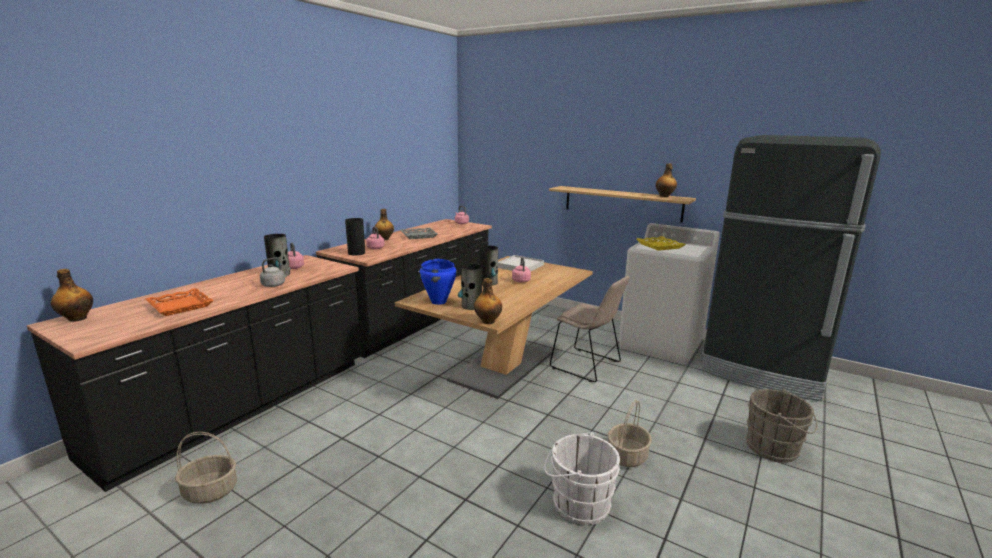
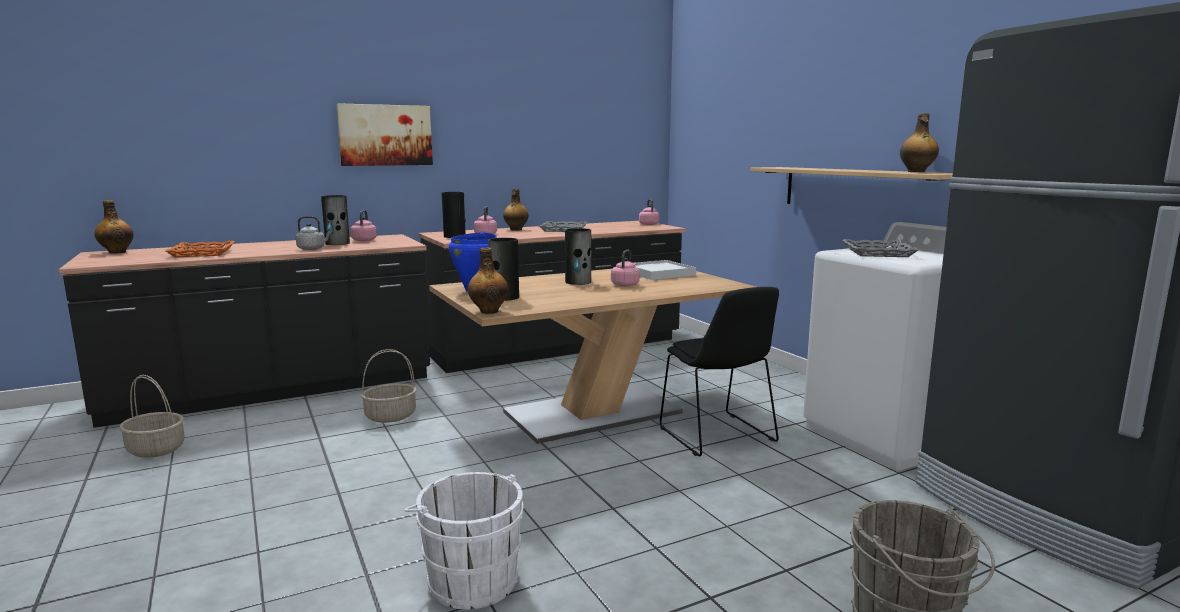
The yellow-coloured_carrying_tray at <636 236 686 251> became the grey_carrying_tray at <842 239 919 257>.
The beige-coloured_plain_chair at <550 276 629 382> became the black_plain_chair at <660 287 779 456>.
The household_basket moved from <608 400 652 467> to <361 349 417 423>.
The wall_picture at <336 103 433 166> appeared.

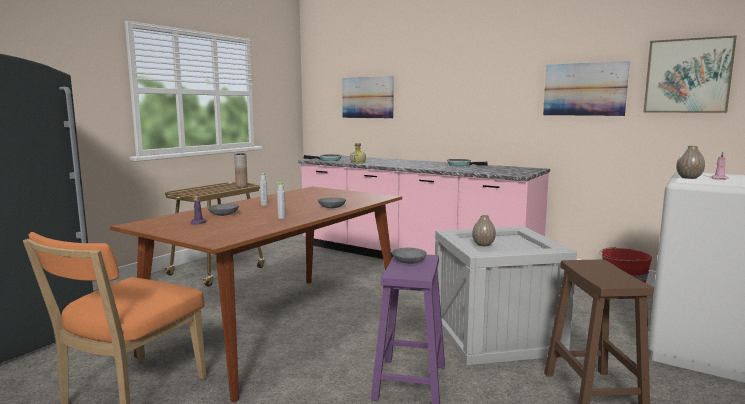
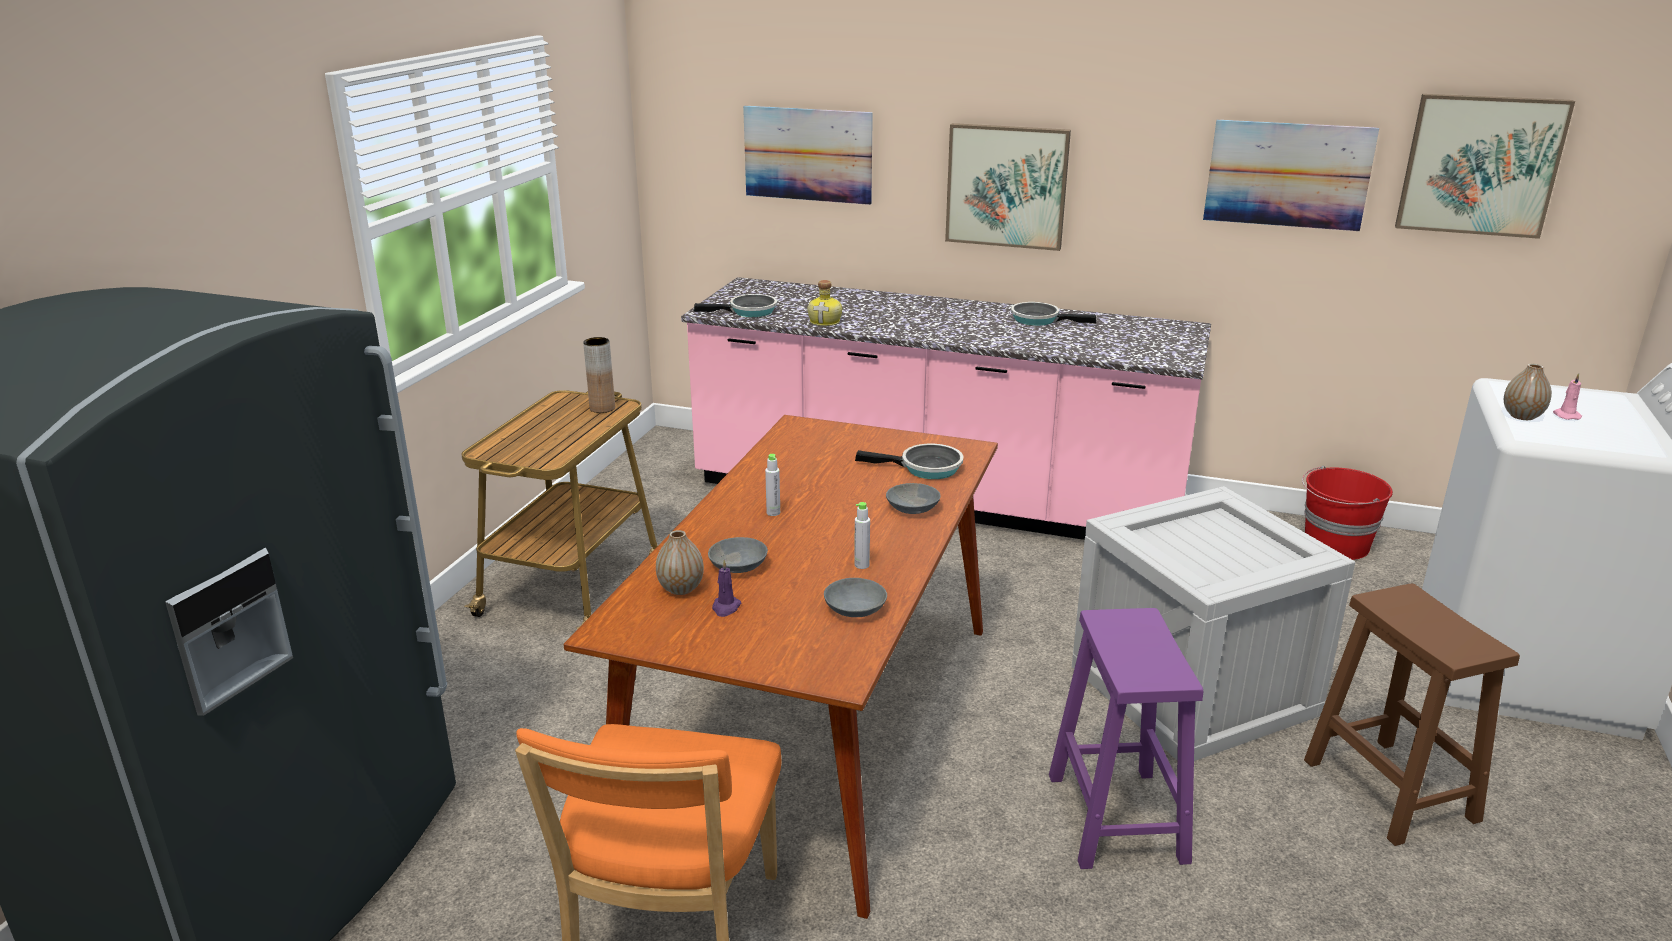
The vase moved from <472 215 496 246> to <656 530 704 595>.
The grey_serving_bowl moved from <392 247 427 264> to <824 578 887 617>.
The wall_picture at <945 123 1071 251> appeared.
The pan at <855 444 963 479> appeared.

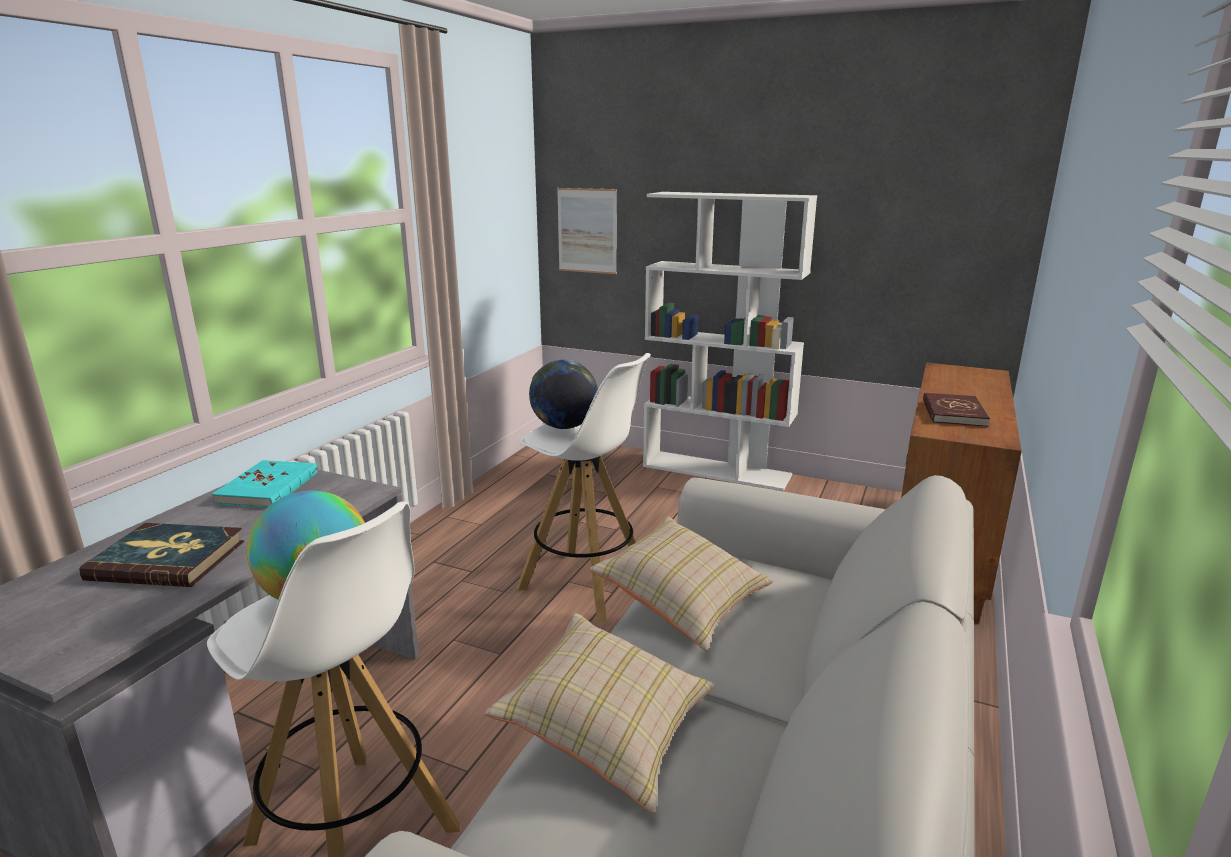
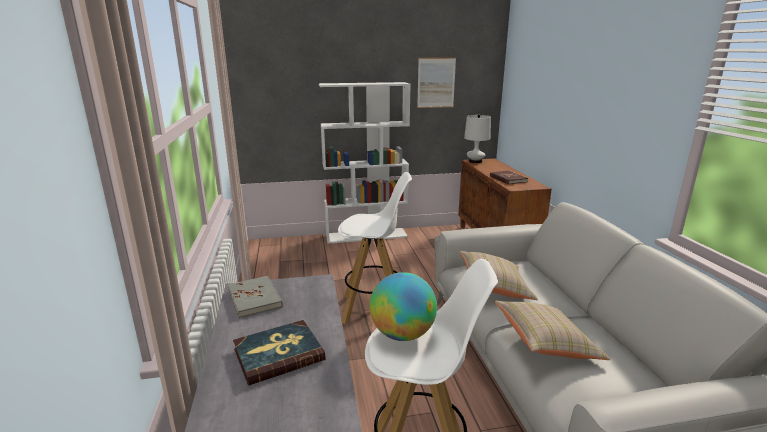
The wall_picture moved from <557 188 617 274> to <417 58 456 108>.
The world_globe at <529 360 598 429> disappeared.
The turquoise-coloured_bound_book at <212 460 318 508> became the grey_bound_book at <228 276 283 318>.
The white-coloured_lamp_for_a_table at <464 114 491 163> appeared.

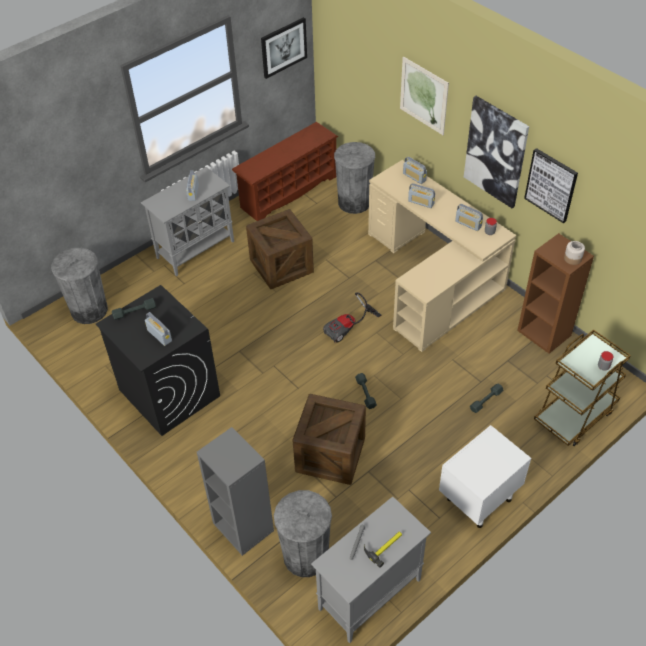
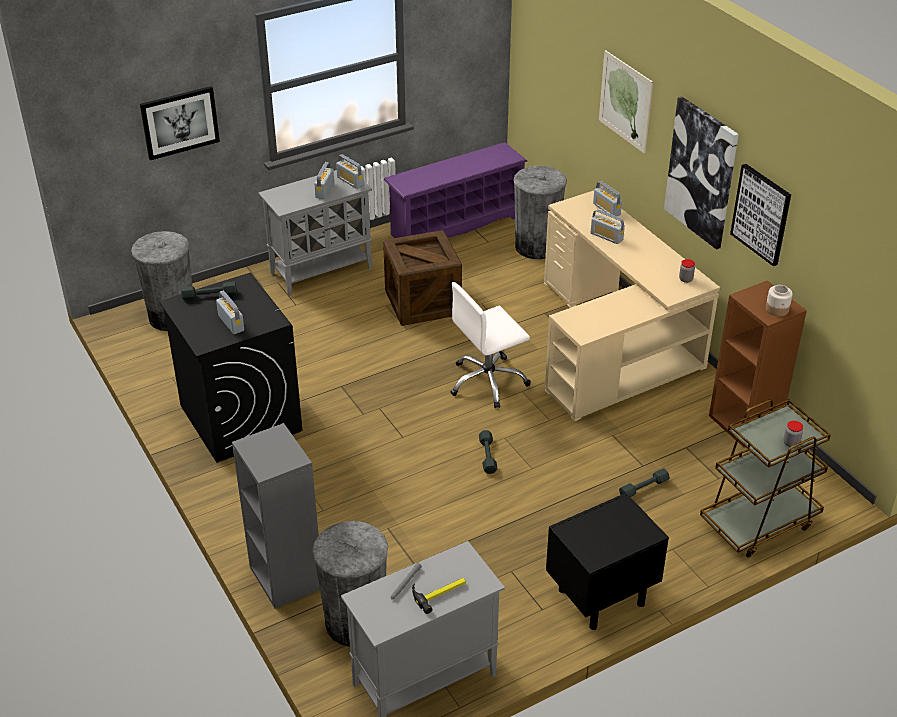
The wall_picture moved from <261 17 307 79> to <140 86 220 160>.
The brown-coloured_shoe_rack at <232 122 338 221> became the purplish_shoe_rack at <384 142 527 238>.
The radio moved from <455 204 483 231> to <336 154 364 189>.
The vacuum at <323 293 382 343> was replaced by the white-coloured_office_chair at <450 282 531 408>.
The shipping_crate at <292 394 366 485> disappeared.
The white-coloured_night_table at <439 425 531 528> became the black_night_table at <546 493 669 630>.

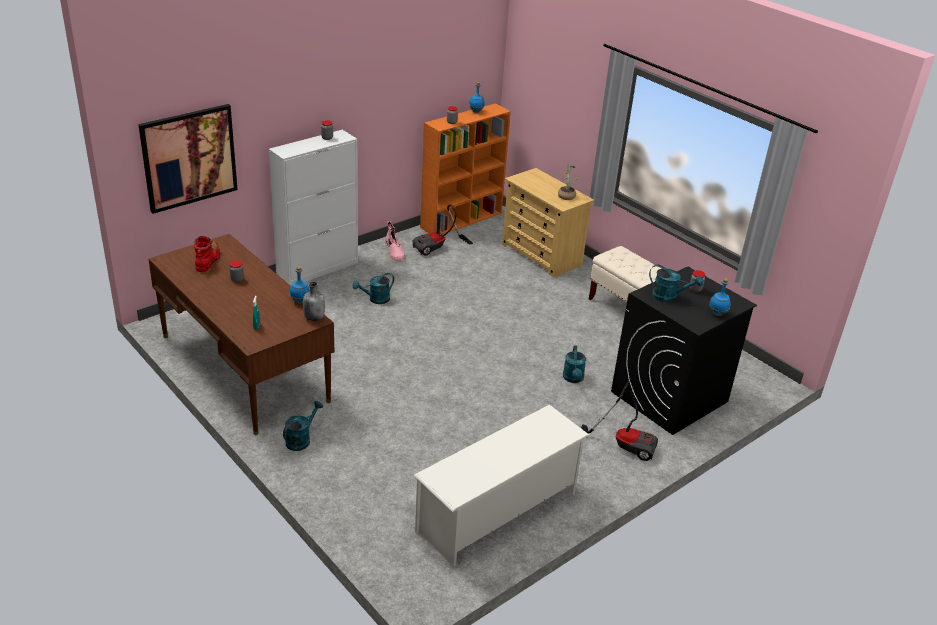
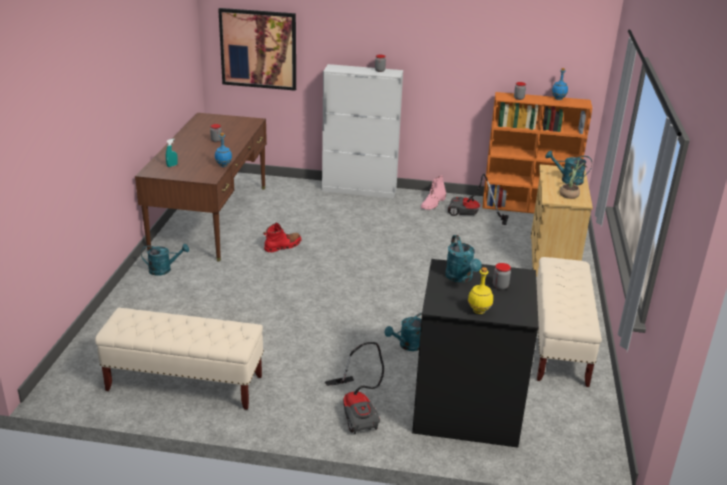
The red_high-top_boot moved from <194 236 220 272> to <263 223 301 253>.
The turquoise-coloured_watering_can moved from <353 273 394 304> to <545 150 592 185>.
The blue_bottle at <709 278 731 316> became the yellow-coloured_bottle at <468 267 493 314>.
The grey_bottle at <303 282 325 321> disappeared.
The white-coloured_shoe_rack at <414 405 590 567> was replaced by the beige-coloured_bench at <95 308 264 410>.

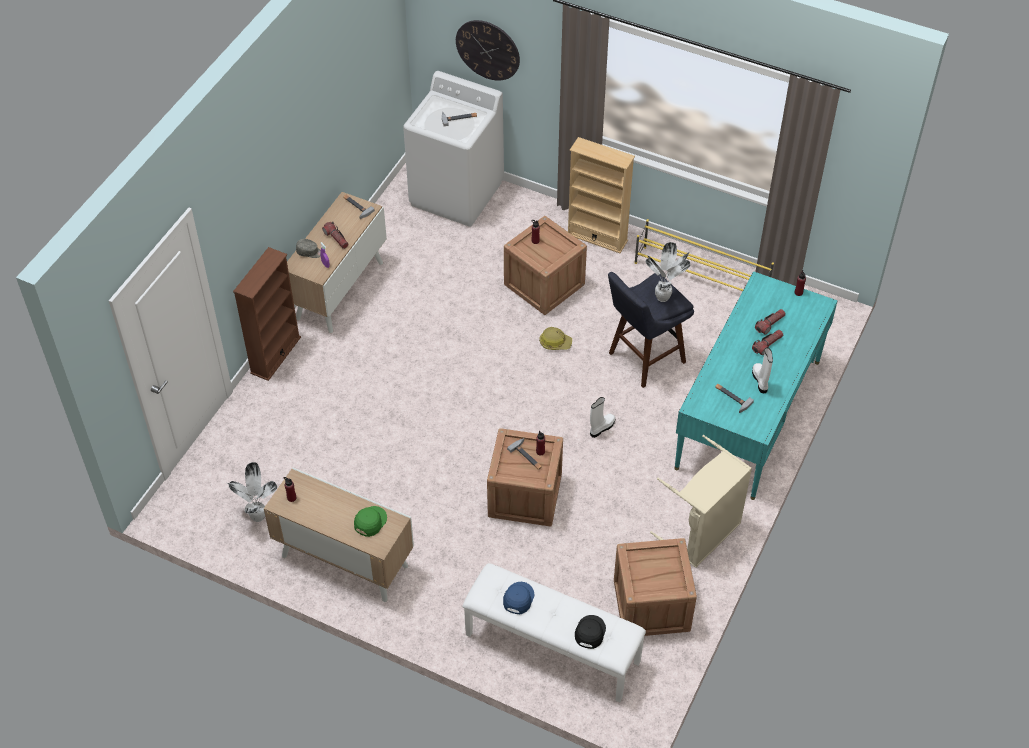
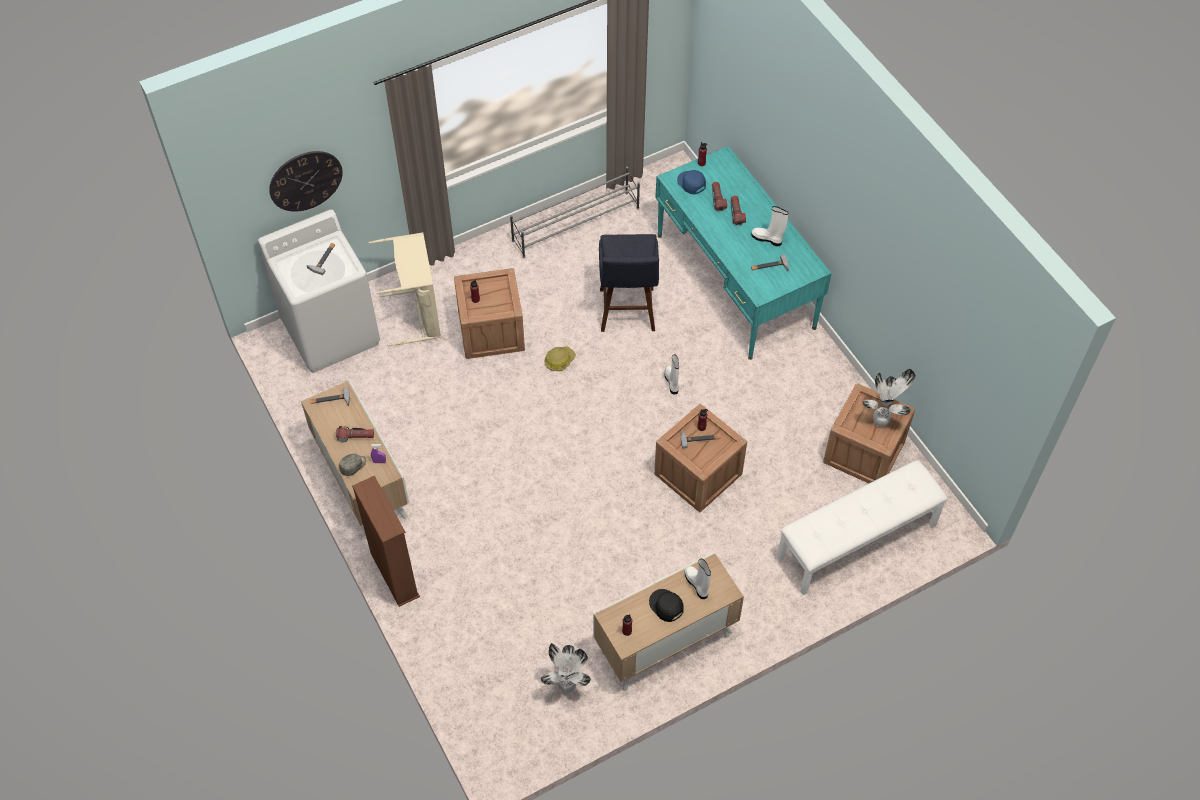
The beige-coloured_bookcase at <568 137 635 253> disappeared.
The yellow-coloured_shoe_rack at <634 219 774 291> became the grey_shoe_rack at <510 166 640 258>.
The houseplant moved from <645 242 691 302> to <862 369 916 427>.
The beige-coloured_hamper moved from <650 435 752 568> to <368 233 441 346>.
The greenish_baseball_cap at <354 506 387 537> was replaced by the white-coloured_high-top_boot at <685 558 711 599>.
The blue_baseball_cap moved from <503 582 534 614> to <677 170 706 194>.
The black_baseball_cap moved from <575 615 606 649> to <649 589 684 622>.

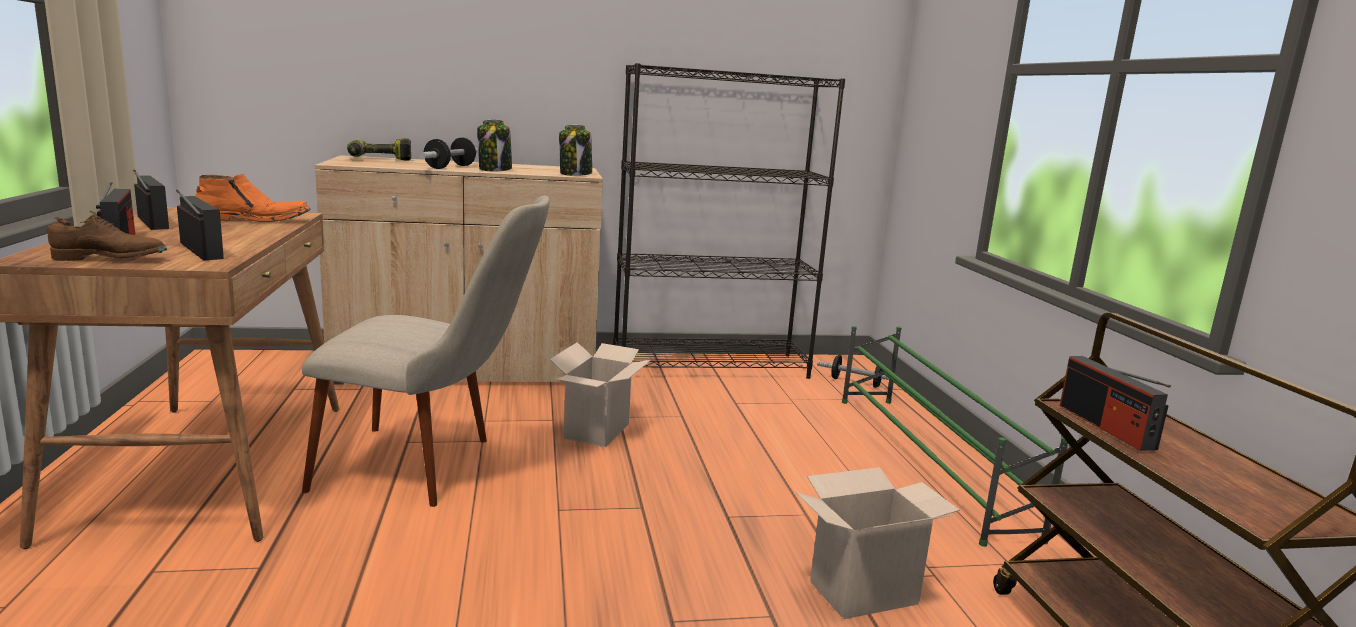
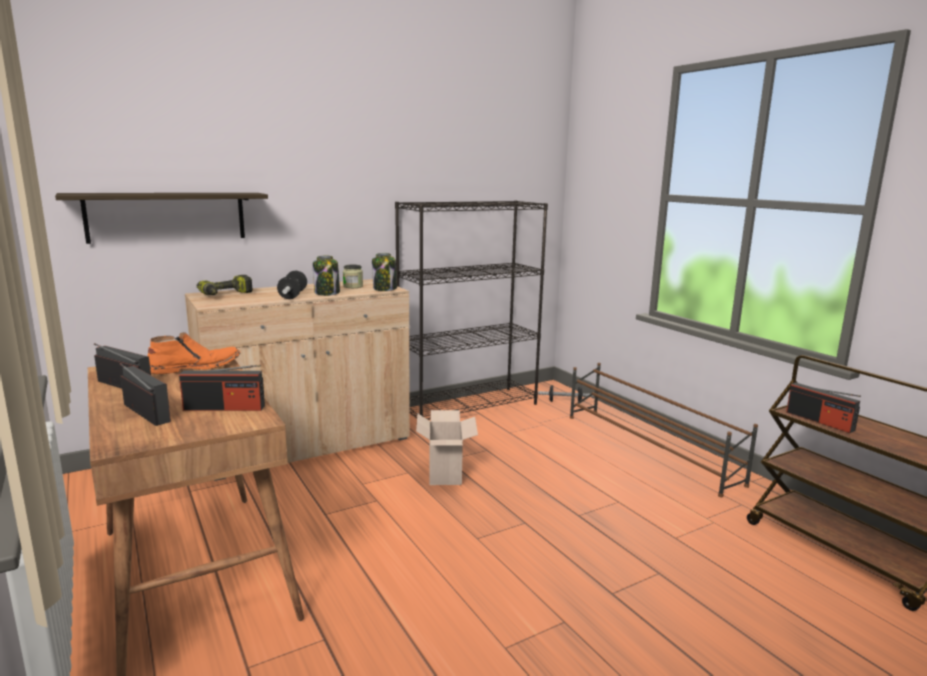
The radio at <176 189 224 261> turned 150 degrees clockwise.
The beige-coloured_plain_chair at <302 196 550 507> disappeared.
The brown-coloured_shoe at <47 211 167 261> disappeared.
The greenish_shoe_rack at <842 326 1068 547> became the brown-coloured_shoe_rack at <570 363 758 498>.
The carton at <795 467 960 619> disappeared.
The shelf at <55 193 268 244> appeared.
The preserve_jar at <343 265 363 288> appeared.

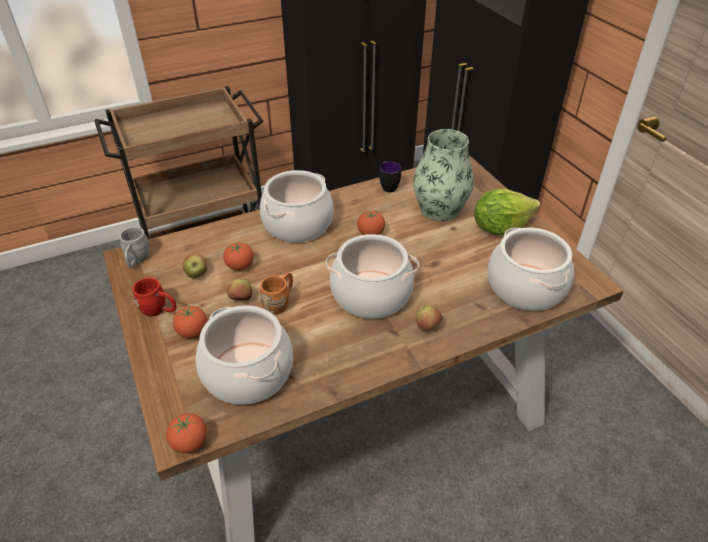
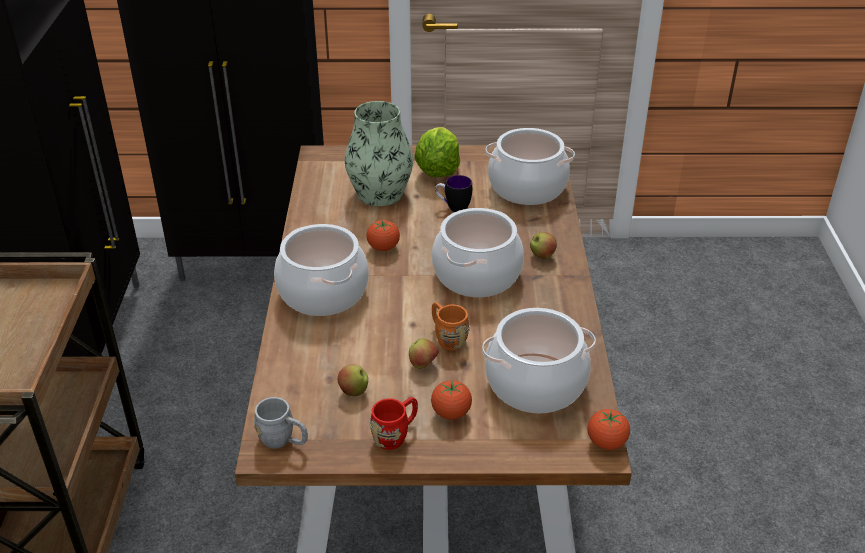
The tea_mug moved from <379 162 401 193> to <435 175 472 212>.
The whole_tomato at <223 242 254 271> disappeared.

